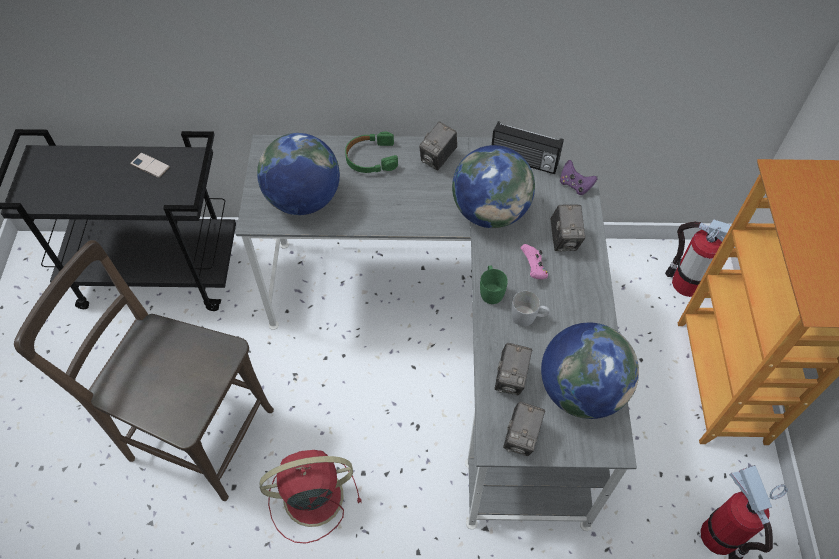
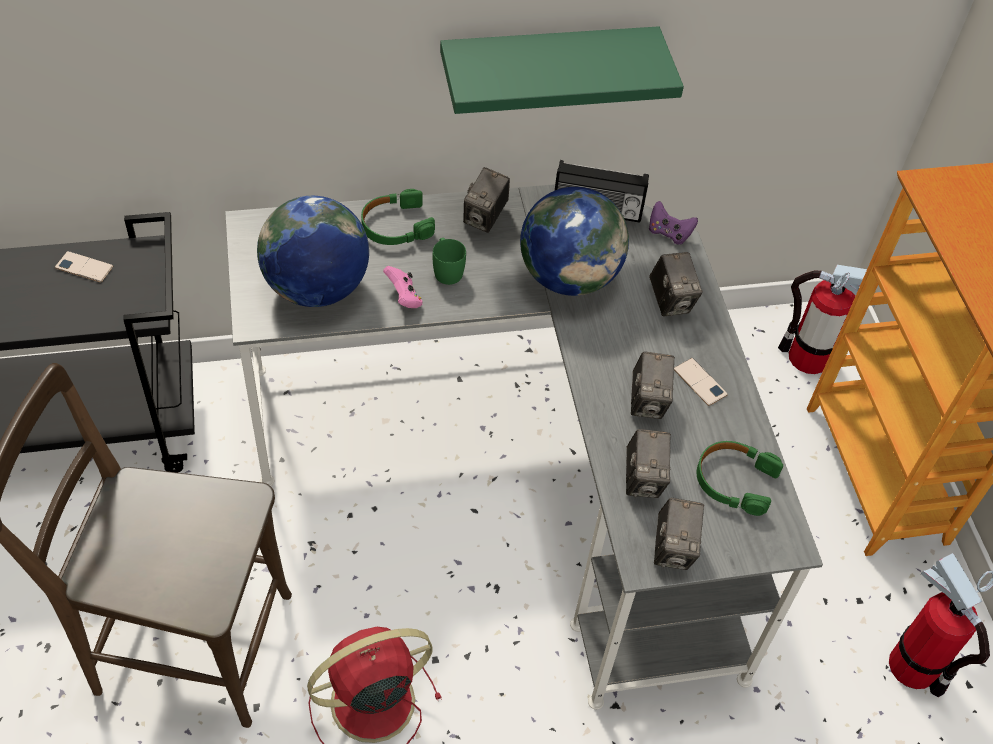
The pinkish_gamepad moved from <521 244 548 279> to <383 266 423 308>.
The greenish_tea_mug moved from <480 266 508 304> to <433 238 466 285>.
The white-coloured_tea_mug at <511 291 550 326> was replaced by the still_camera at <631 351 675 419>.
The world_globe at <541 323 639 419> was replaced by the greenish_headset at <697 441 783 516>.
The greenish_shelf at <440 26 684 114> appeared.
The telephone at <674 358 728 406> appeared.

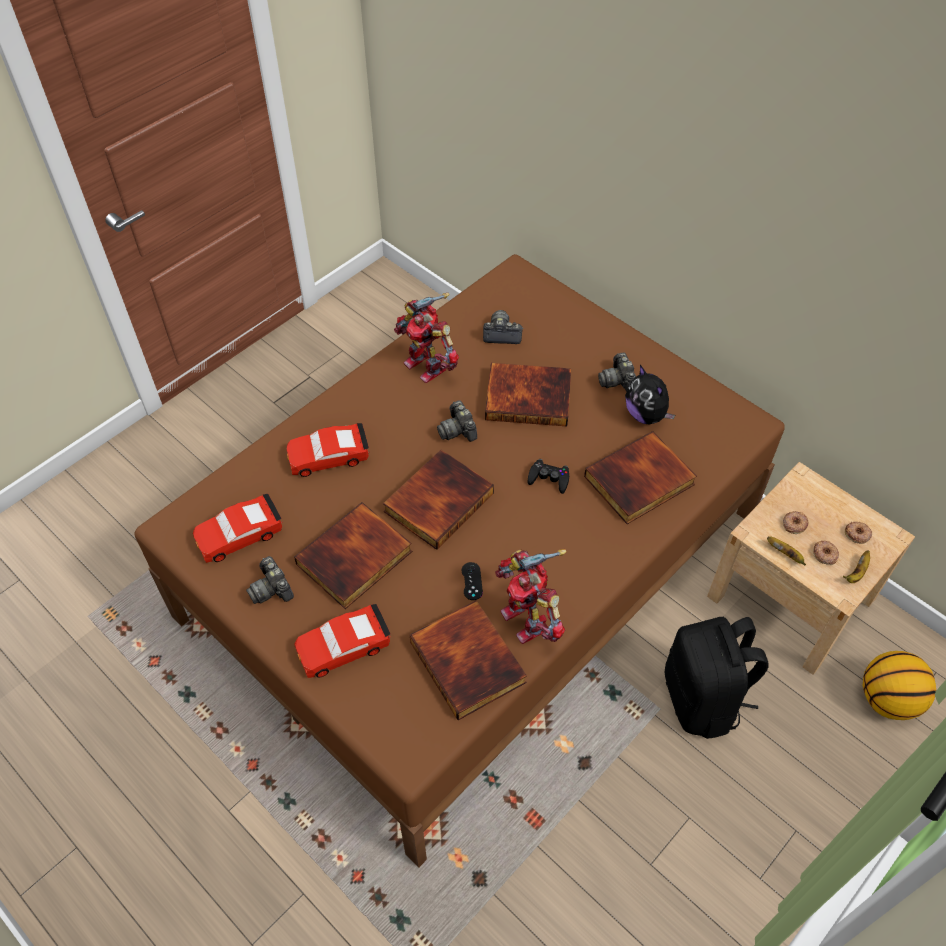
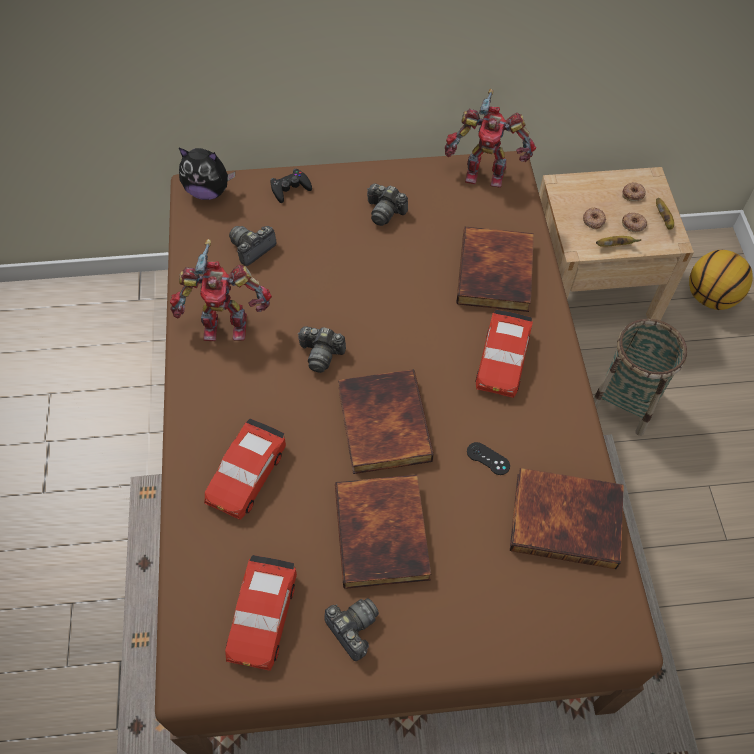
The bound_book at <485 363 571 426> disappeared.
The cuddly_toy moved from <625 365 675 425> to <179 148 235 200>.
The black_gamepad moved from <528 459 569 494> to <271 169 312 203>.
The toy_robot moved from <495 549 567 644> to <445 89 536 188>.
The still_camera at <246 556 294 604> turned 135 degrees counterclockwise.
The red_model_car moved from <294 604 391 678> to <475 309 533 398>.
The black_knapsack at <665 617 769 739> was replaced by the household_basket at <594 319 687 436>.

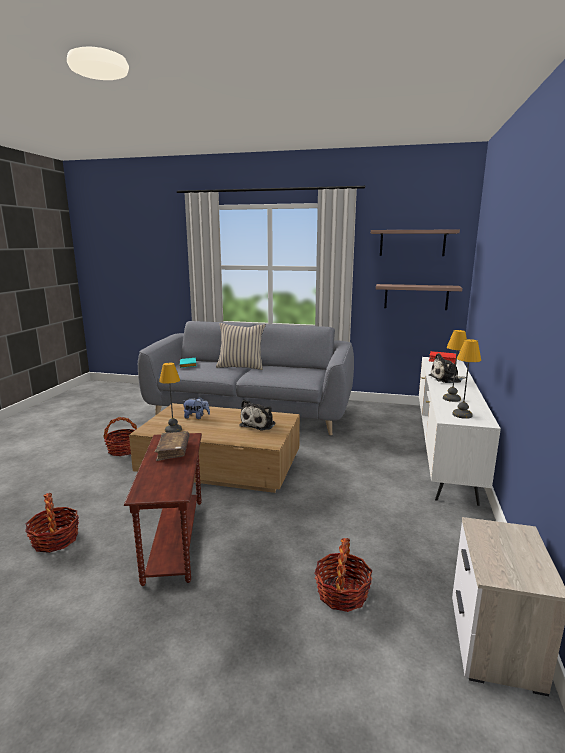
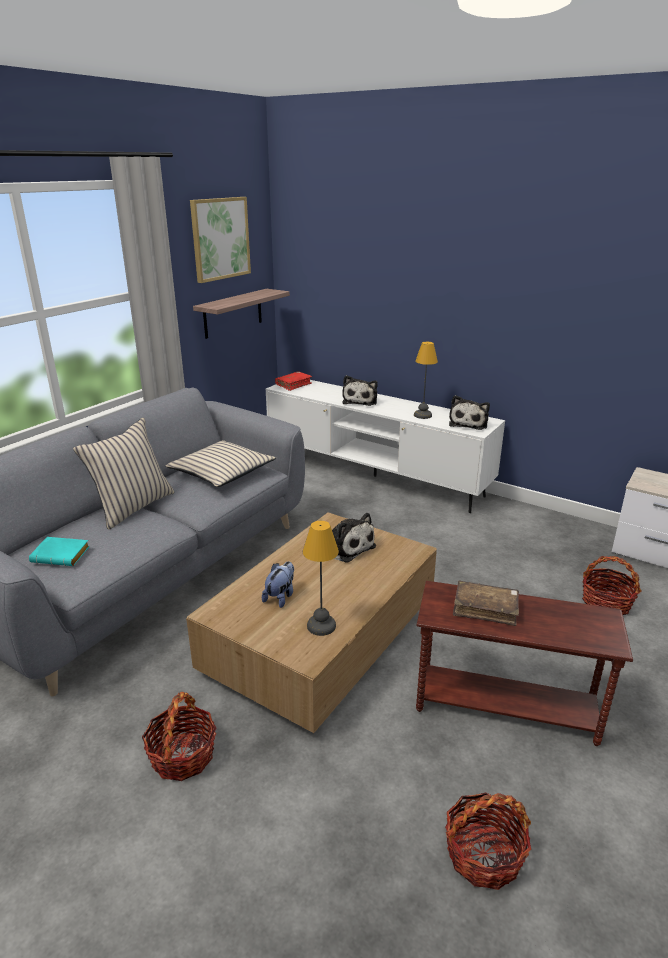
The shelf at <371 229 460 256> was replaced by the wall_picture at <190 197 251 283>.
The lamp_for_a_table at <452 339 481 419> was replaced by the cuddly_toy at <449 395 490 430>.
The beige-coloured_throw_pillow at <166 440 276 487> appeared.

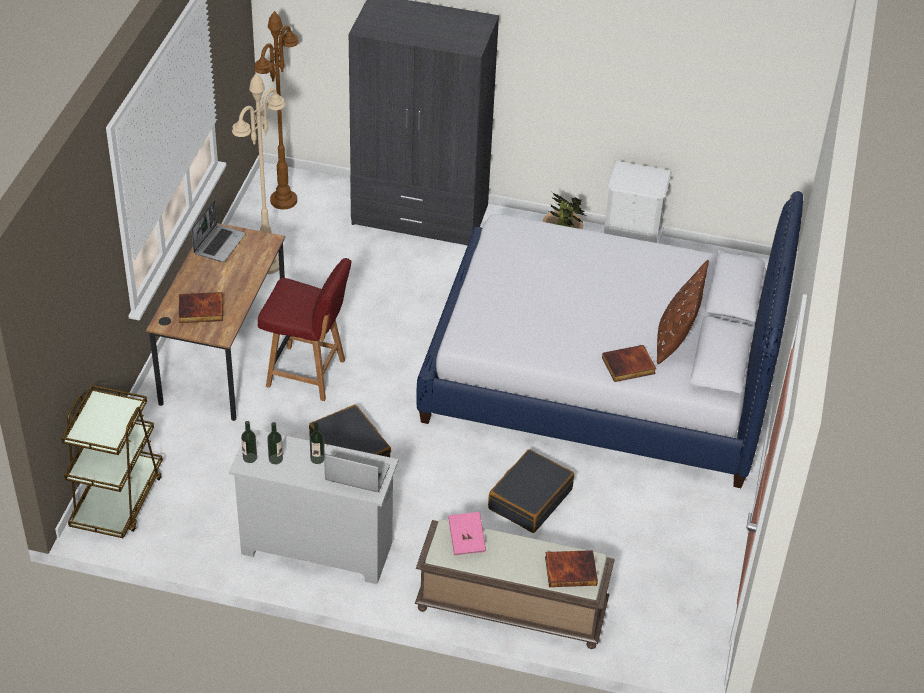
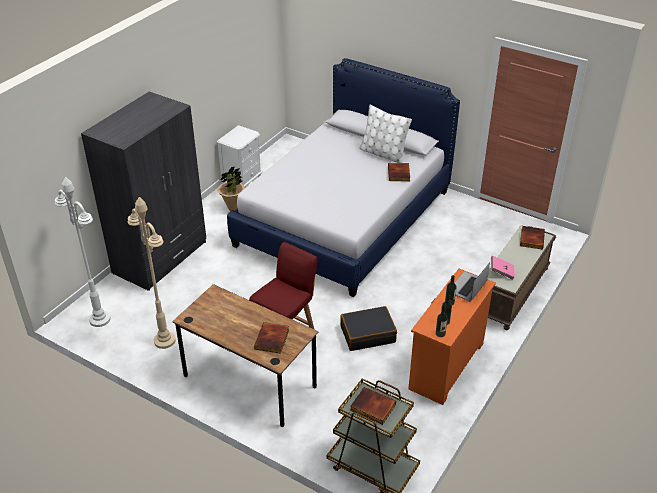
The brown-coloured_standing_lamp at <254 11 299 209> became the white-coloured_standing_lamp at <55 177 111 327>.
The portable_computer at <191 200 246 262> disappeared.
The brown-coloured_throw_pillow at <657 260 709 364> became the white-coloured_throw_pillow at <359 105 412 163>.
The white-coloured_drawer_chest at <229 428 398 584> became the orange-coloured_drawer_chest at <408 269 496 405>.
The black_suitcase at <488 449 574 533> disappeared.
The bound_book at <350 387 396 425> appeared.

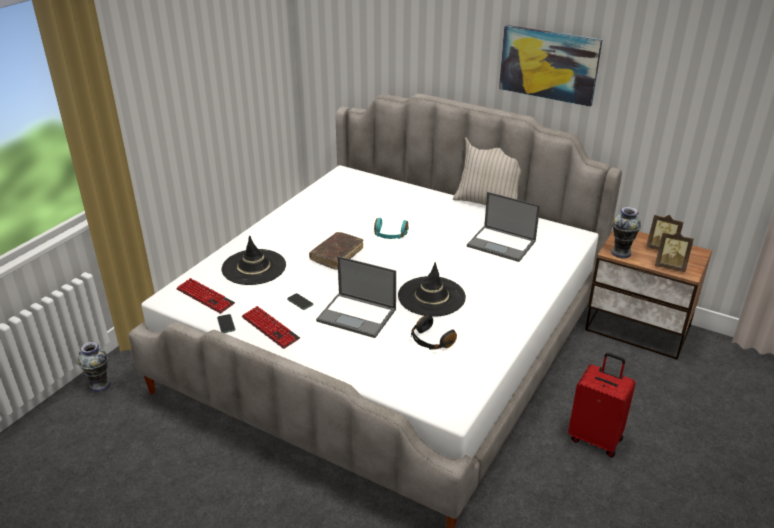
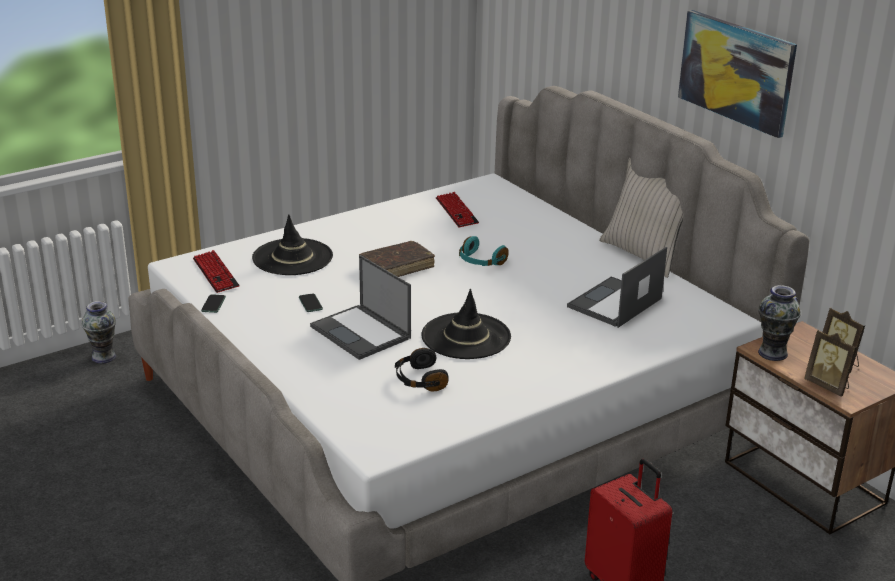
The portable_computer at <467 192 540 262> turned 75 degrees clockwise.
The PC_keyboard moved from <241 306 300 349> to <436 192 479 227>.

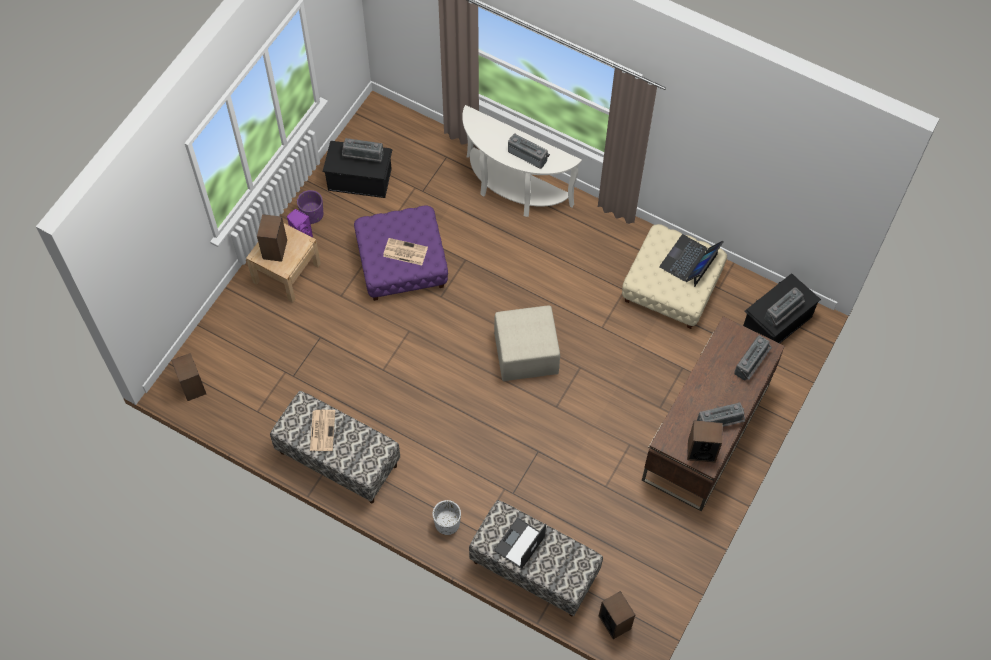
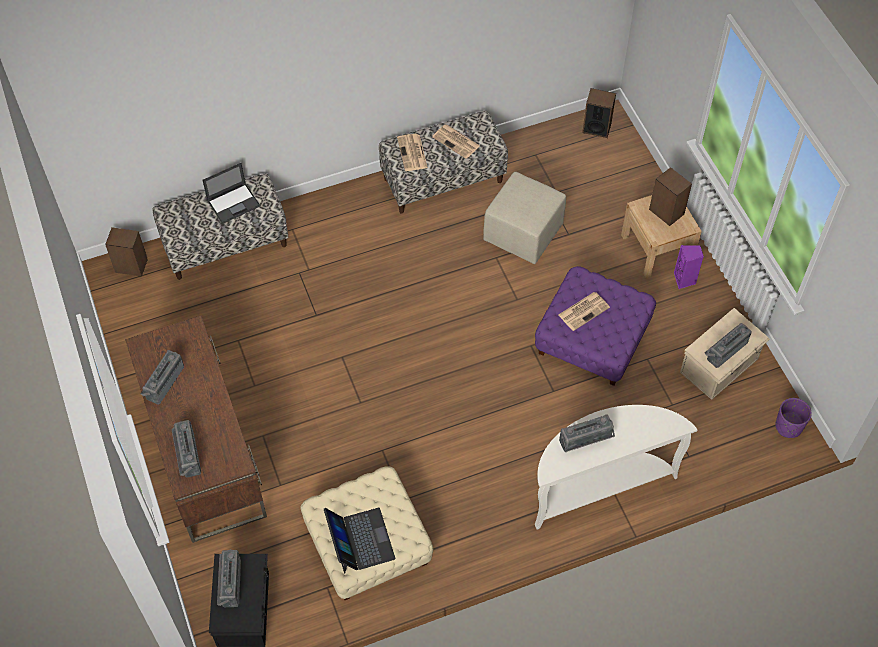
The black_storage_box at <322 141 393 198> became the beige-coloured_storage_box at <680 308 770 400>.
The purplish_plant_pot moved from <297 190 323 224> to <775 398 812 438>.
The beige-coloured_pouffe moved from <494 306 560 381> to <483 172 566 264>.
The audio_speaker at <687 420 723 462> disappeared.
The white-coloured_plant_pot at <433 500 461 535> disappeared.
The portable_computer at <494 517 546 569> turned 75 degrees clockwise.
The newspaper at <397 134 428 171> appeared.

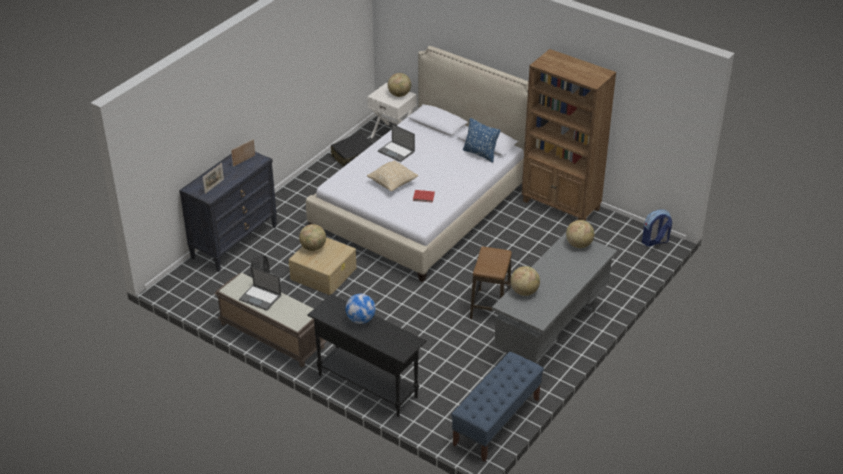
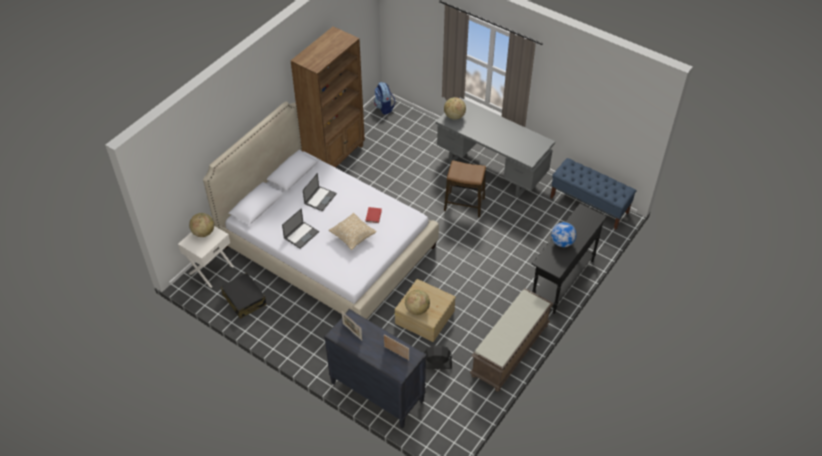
The blue_throw_pillow at <463 118 500 163> disappeared.
The world_globe at <511 266 540 296> disappeared.
The portable_computer moved from <239 267 281 311> to <303 173 337 212>.

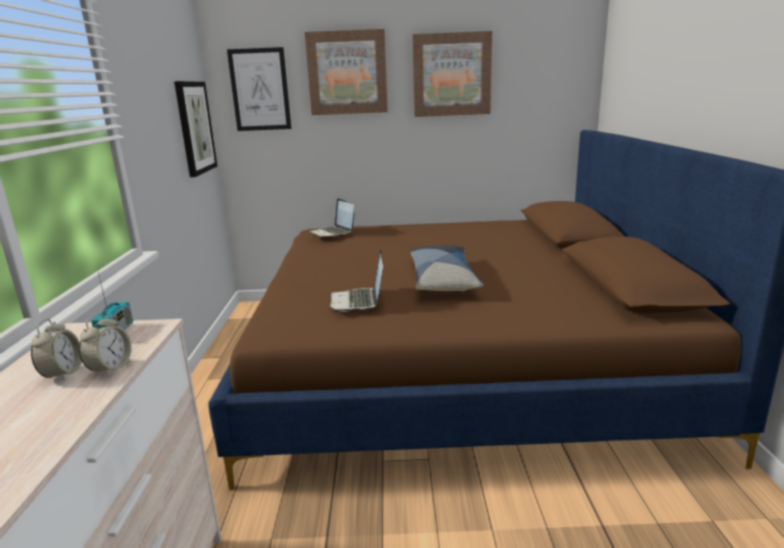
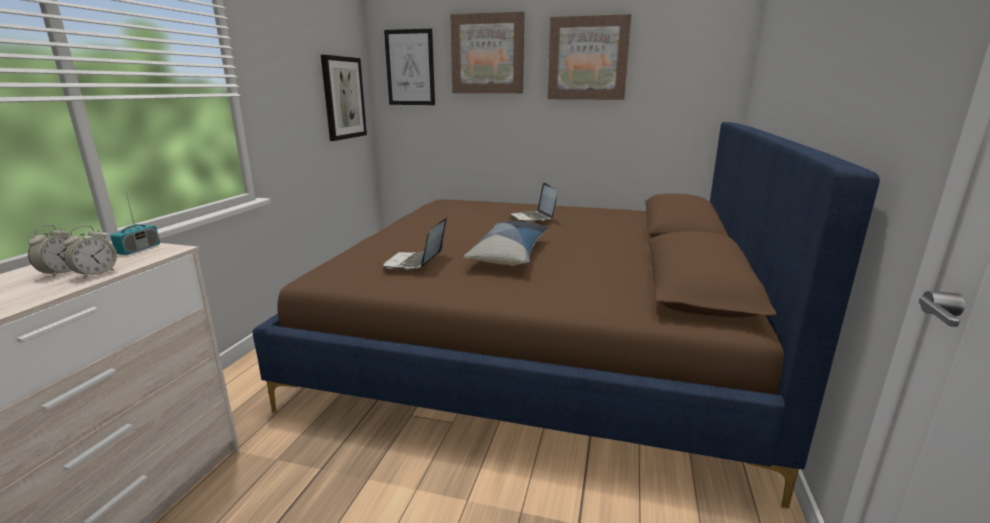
The portable_computer moved from <309 198 354 237> to <509 183 557 222>.

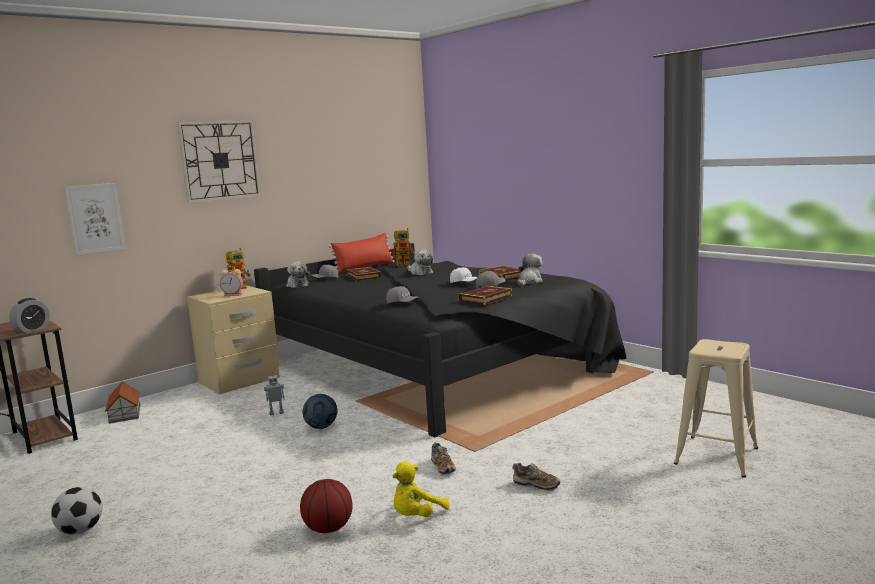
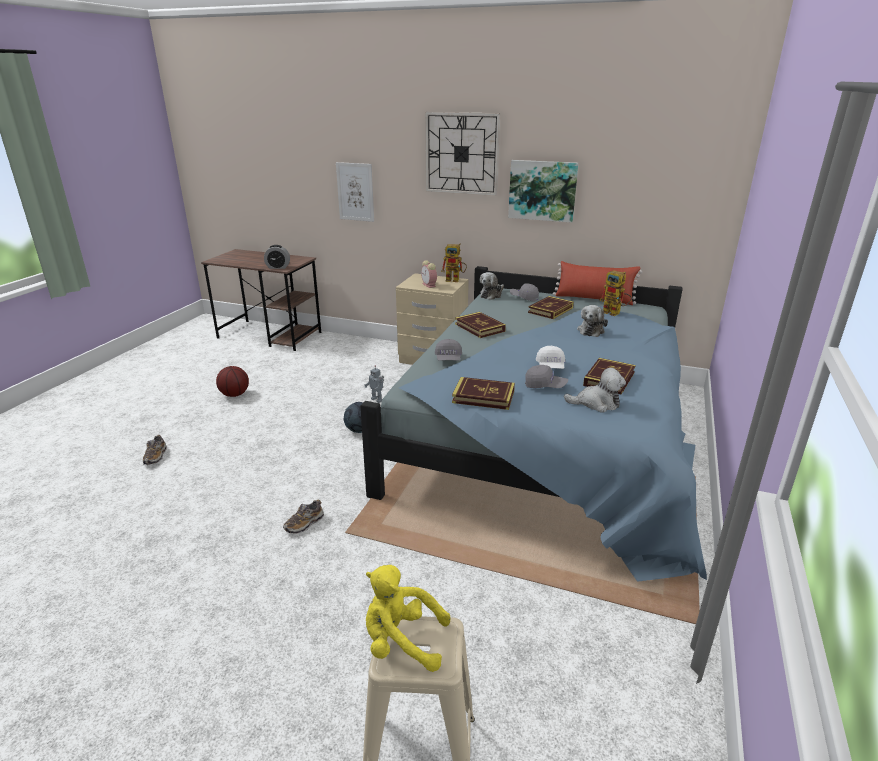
The black_sleeping_bed at <254 243 626 437> became the blue_sleeping_bed at <360 266 707 582>.
The miniature_house at <105 381 140 424> disappeared.
The yellow-coloured_cuddly_toy moved from <392 461 450 517> to <366 565 450 672>.
The shoe moved from <512 463 560 491> to <143 435 167 465>.
The basketball_ball moved from <300 479 353 533> to <216 366 249 397>.
The football_ball at <51 487 103 535> disappeared.
The wall_picture at <508 160 579 223> appeared.
The bound_book at <455 312 506 338> appeared.

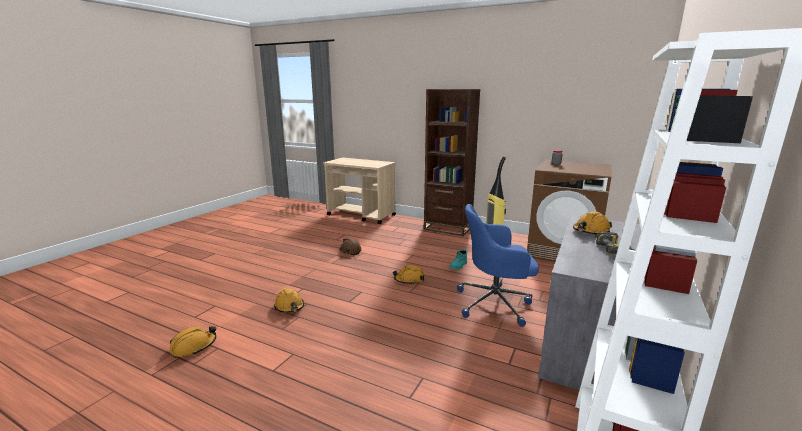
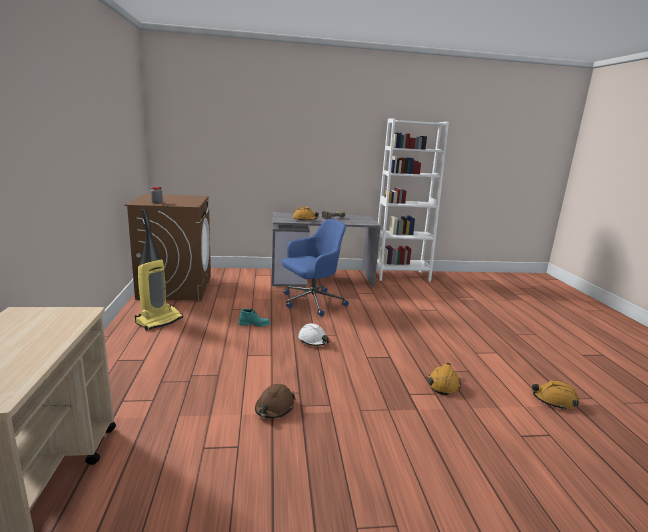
The brown-coloured_bookcase at <424 89 480 236> disappeared.
The blue_office_chair at <457 204 539 327> turned 90 degrees counterclockwise.
The orange-coloured_safety_helmet at <393 265 425 285> became the white-coloured_safety_helmet at <298 323 329 346>.

